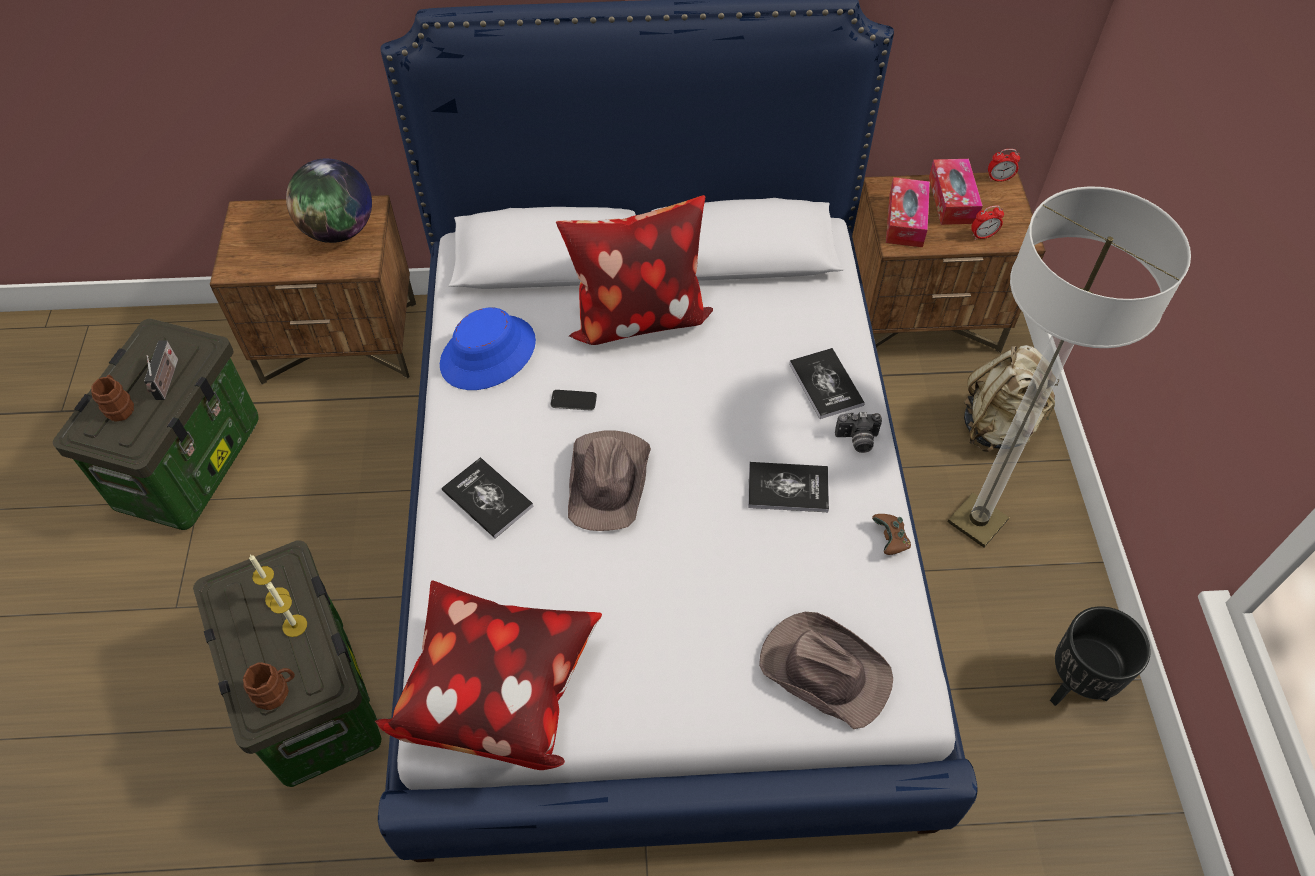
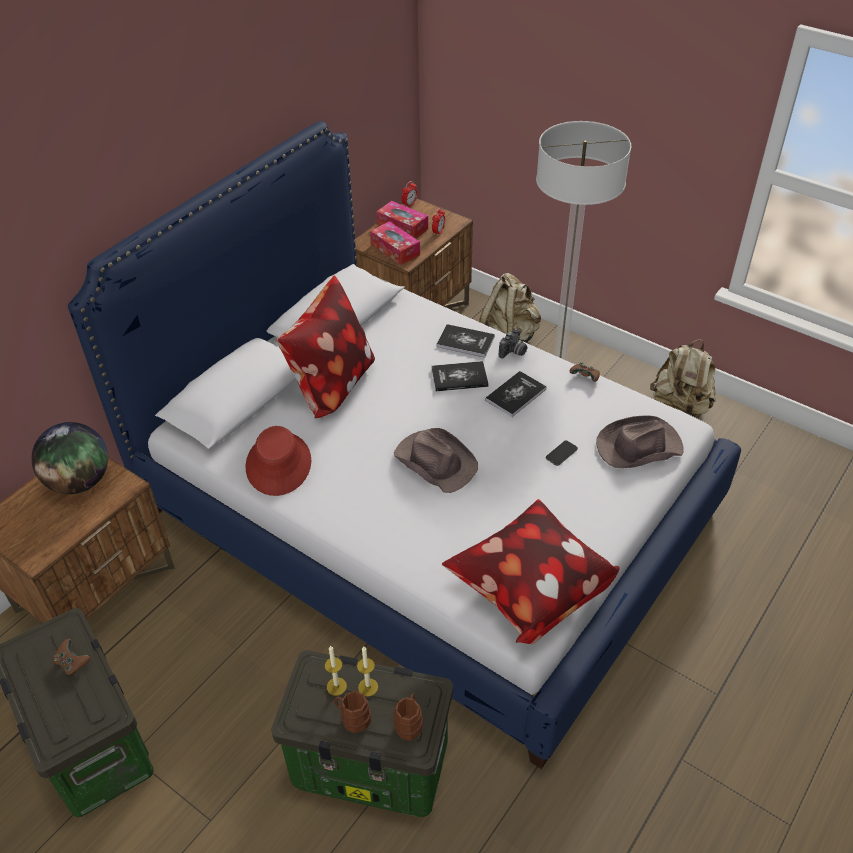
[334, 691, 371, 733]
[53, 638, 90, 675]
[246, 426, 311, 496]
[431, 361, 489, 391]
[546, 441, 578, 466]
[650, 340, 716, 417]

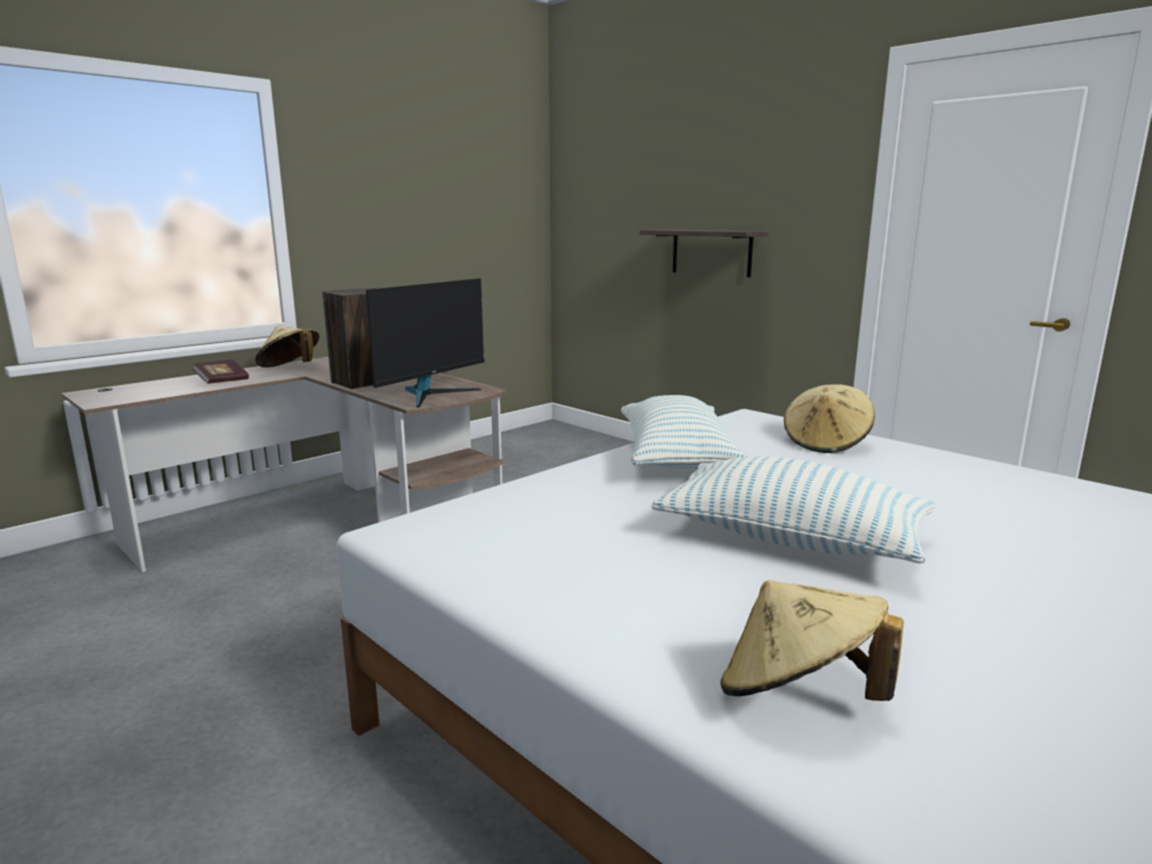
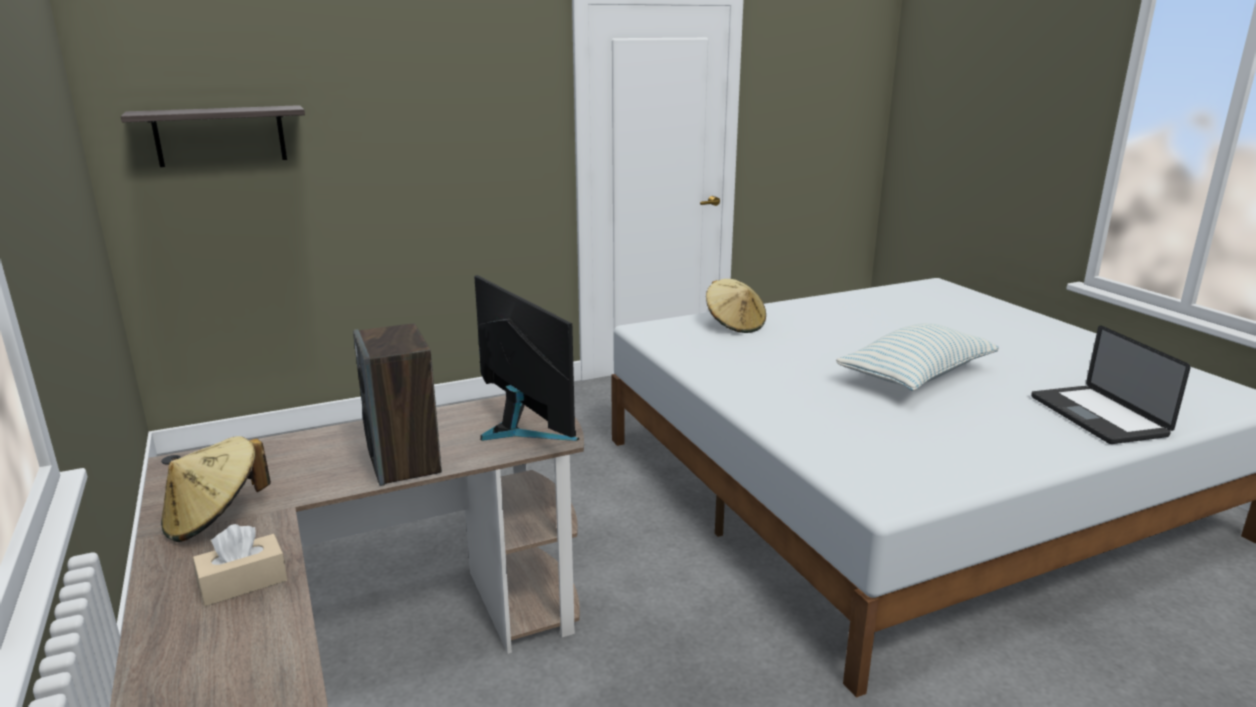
[193, 524, 287, 606]
[621, 395, 748, 469] (first image)
[121, 105, 305, 167]
[1031, 325, 1190, 444]

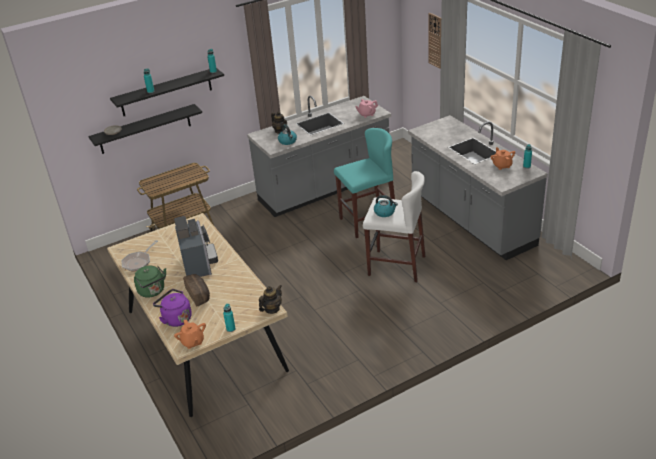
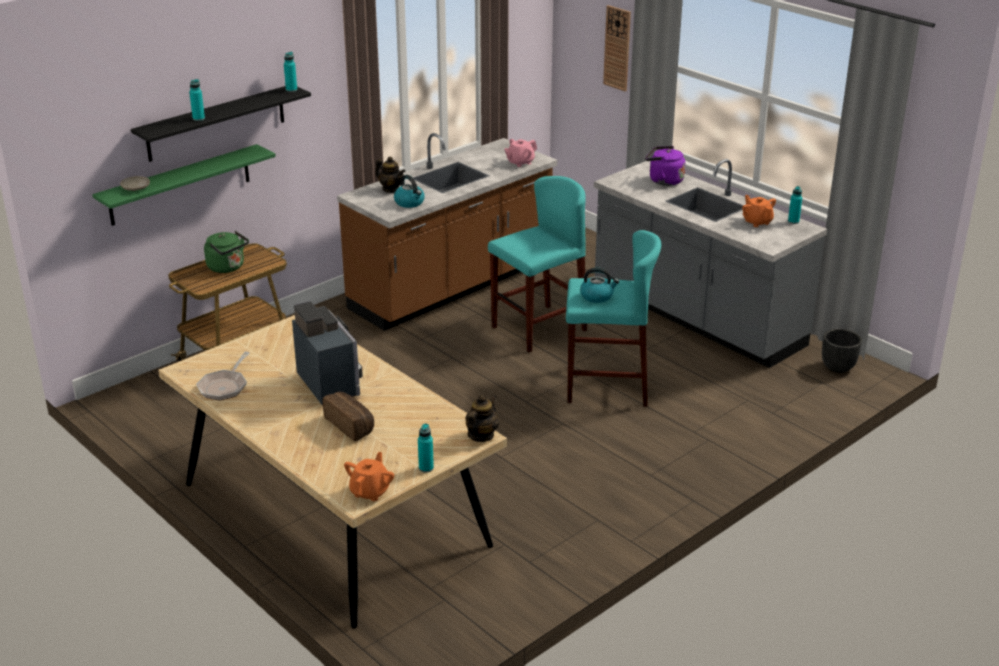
[92, 144, 276, 226]
[204, 231, 249, 273]
[645, 146, 685, 186]
[344, 452, 394, 501]
[337, 133, 557, 331]
[566, 230, 661, 407]
[822, 329, 862, 373]

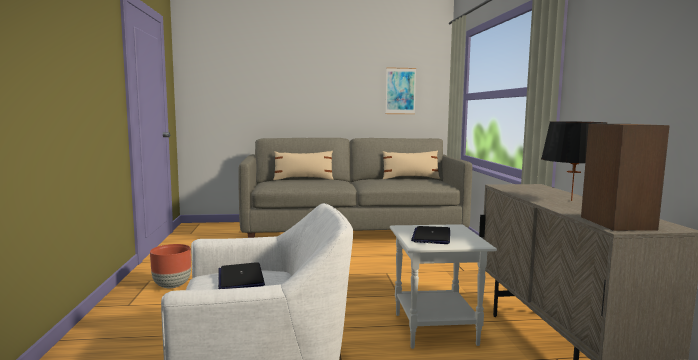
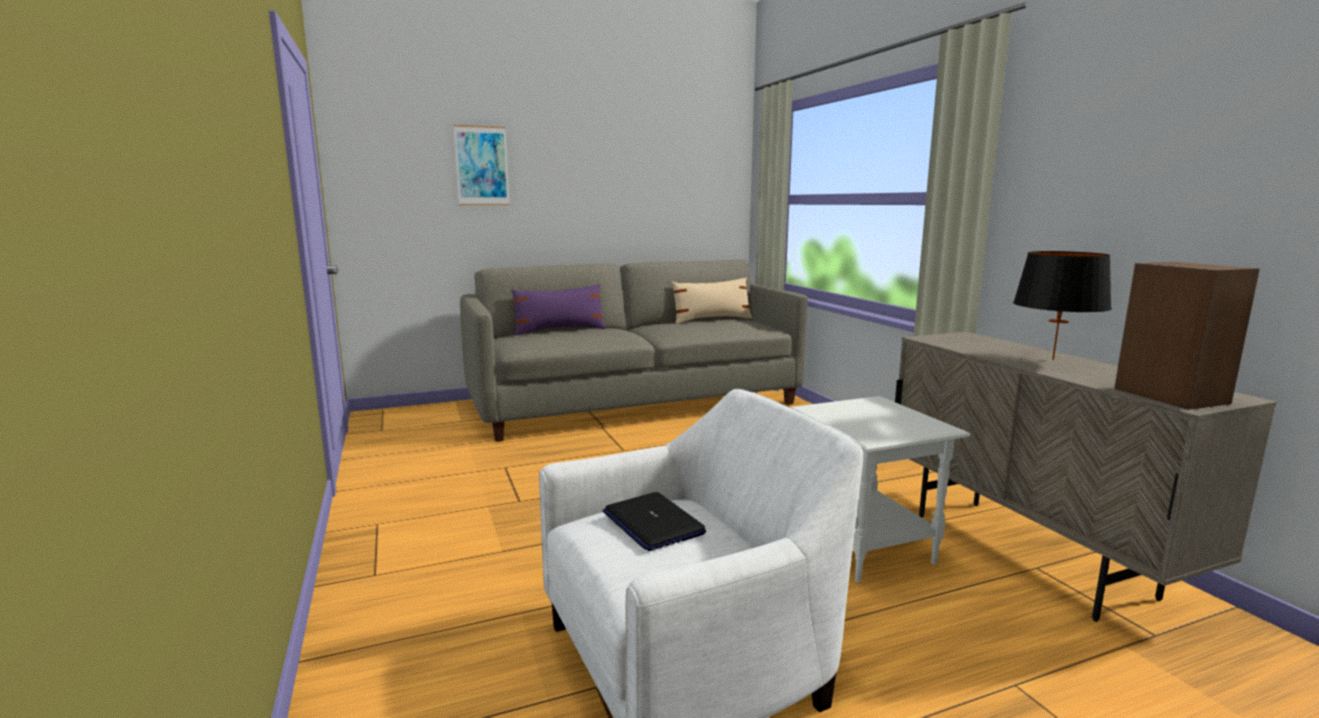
[150, 244, 191, 288] (first image)
[511, 284, 606, 335]
[453, 125, 510, 205]
[411, 226, 450, 244] (first image)

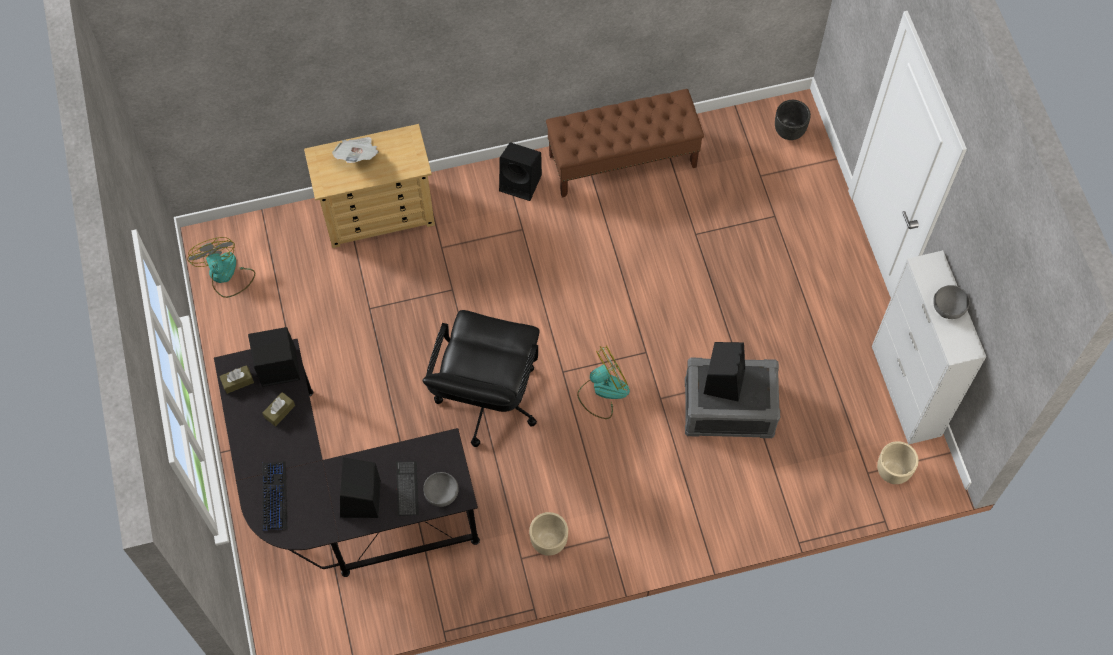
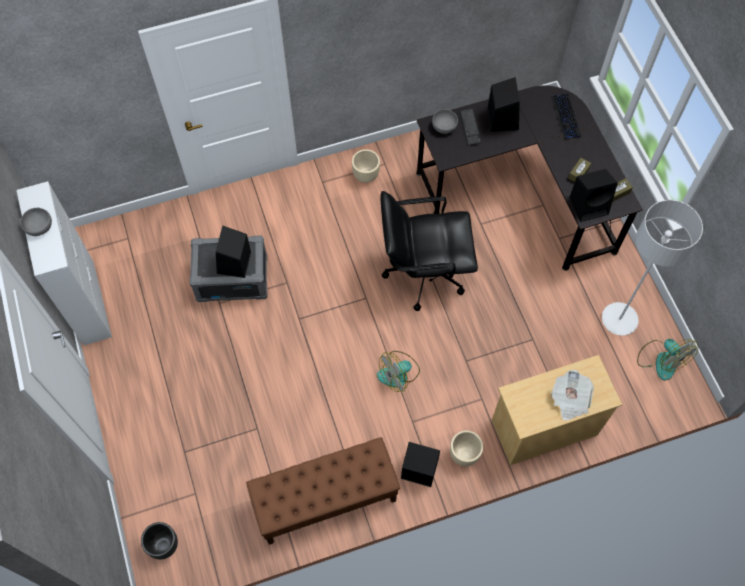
[380, 191, 478, 311]
[377, 351, 420, 392]
[450, 430, 483, 467]
[602, 200, 703, 336]

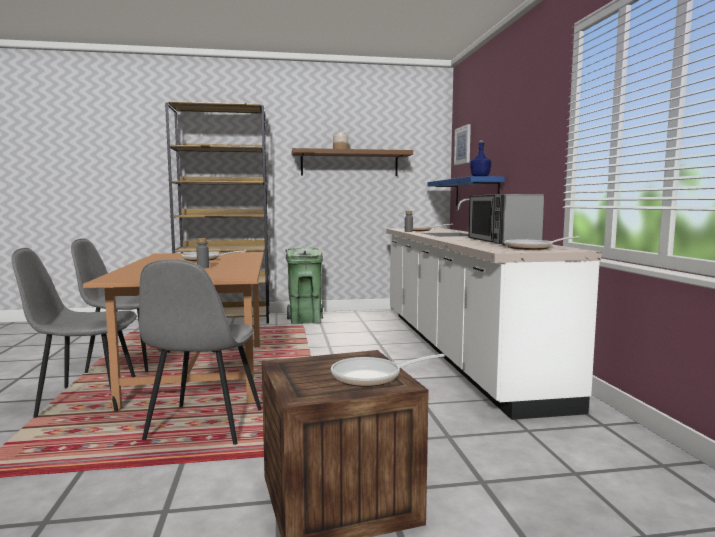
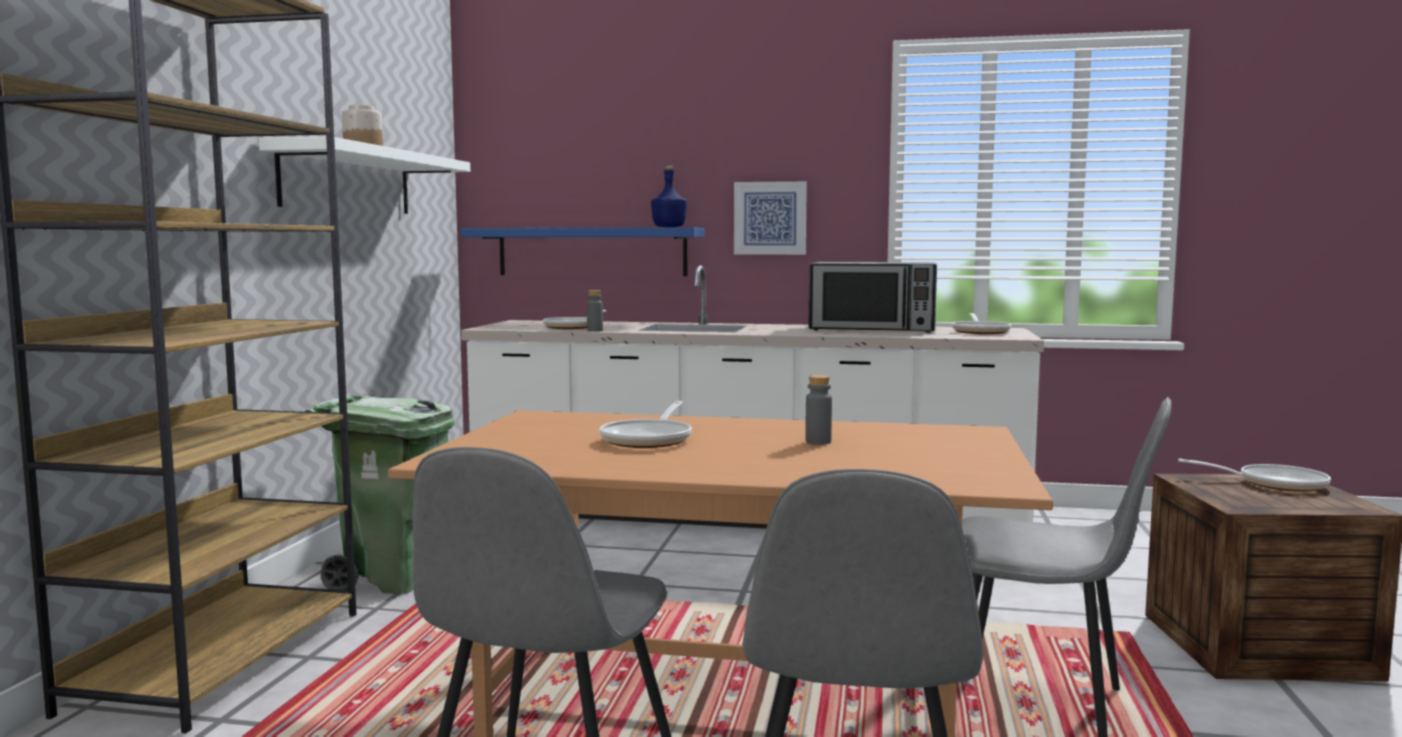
[259, 137, 470, 214]
[1178, 459, 1331, 492]
[734, 181, 807, 255]

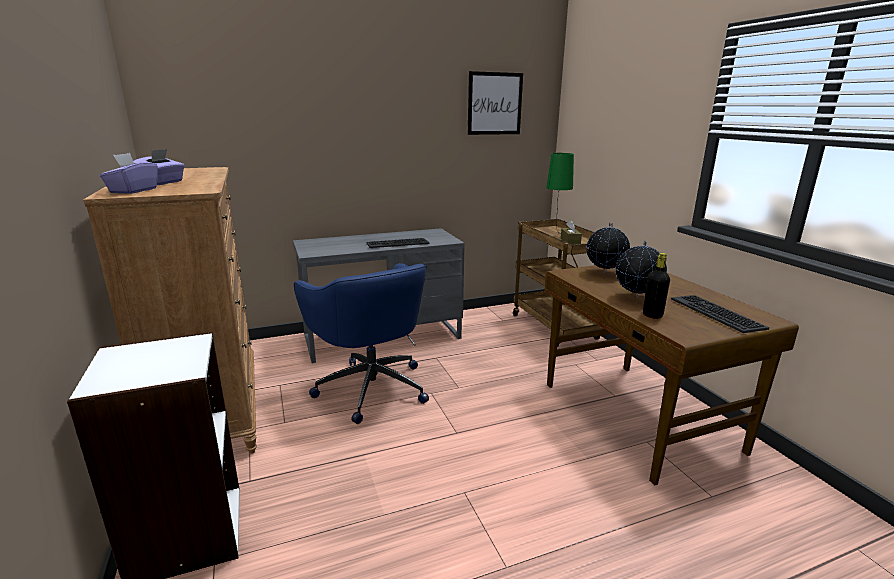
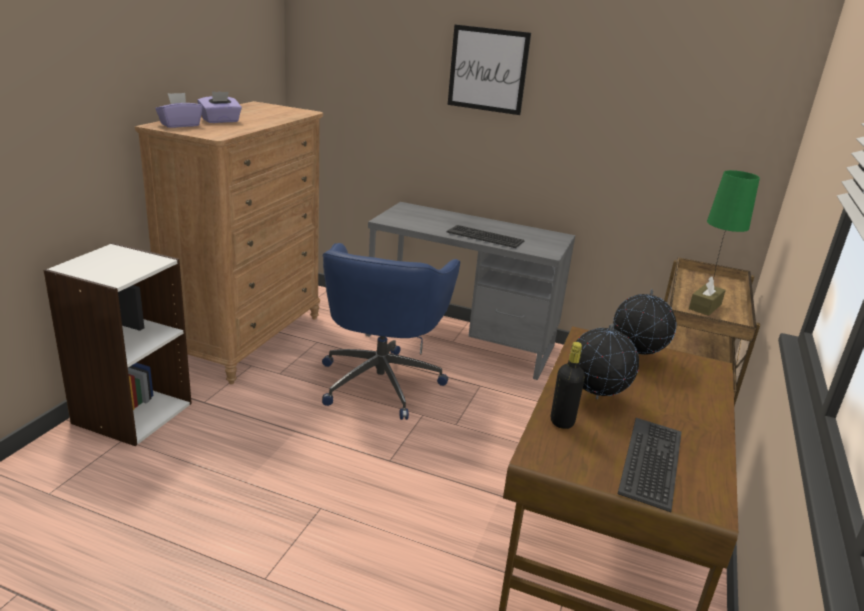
[448, 24, 531, 115]

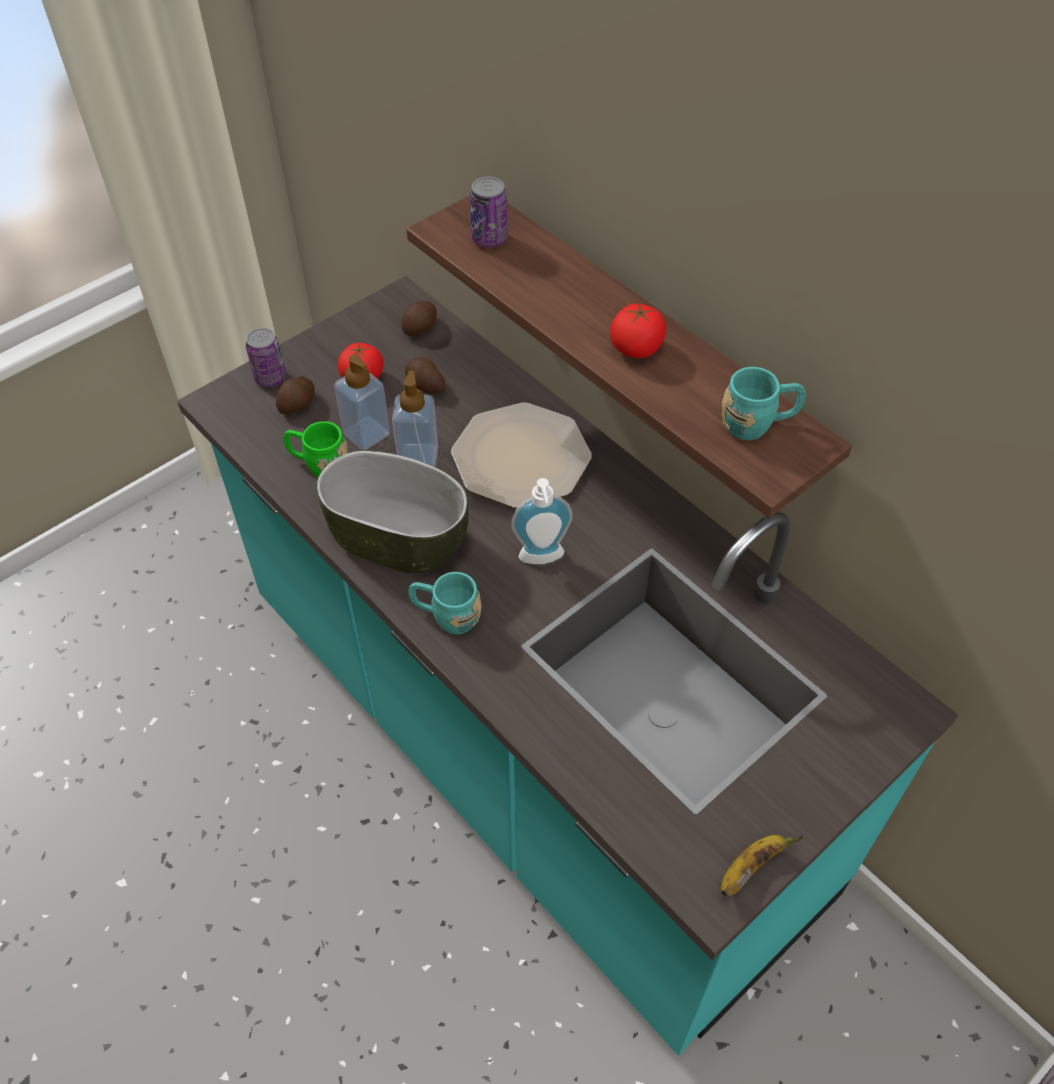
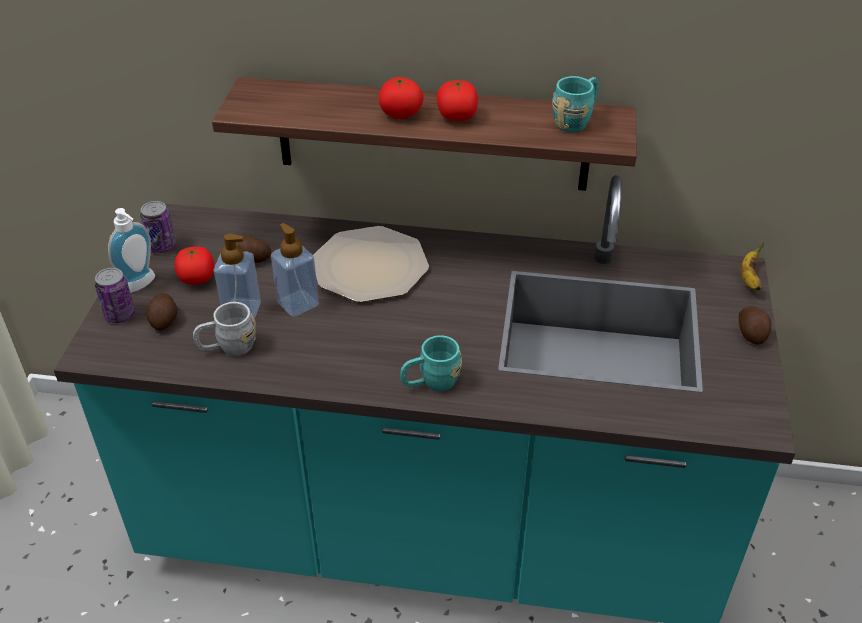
[193, 302, 256, 356]
[317, 451, 469, 573] (first image)
[739, 306, 772, 345]
[140, 201, 176, 253]
[108, 208, 155, 293]
[741, 242, 764, 291]
[379, 77, 424, 119]

